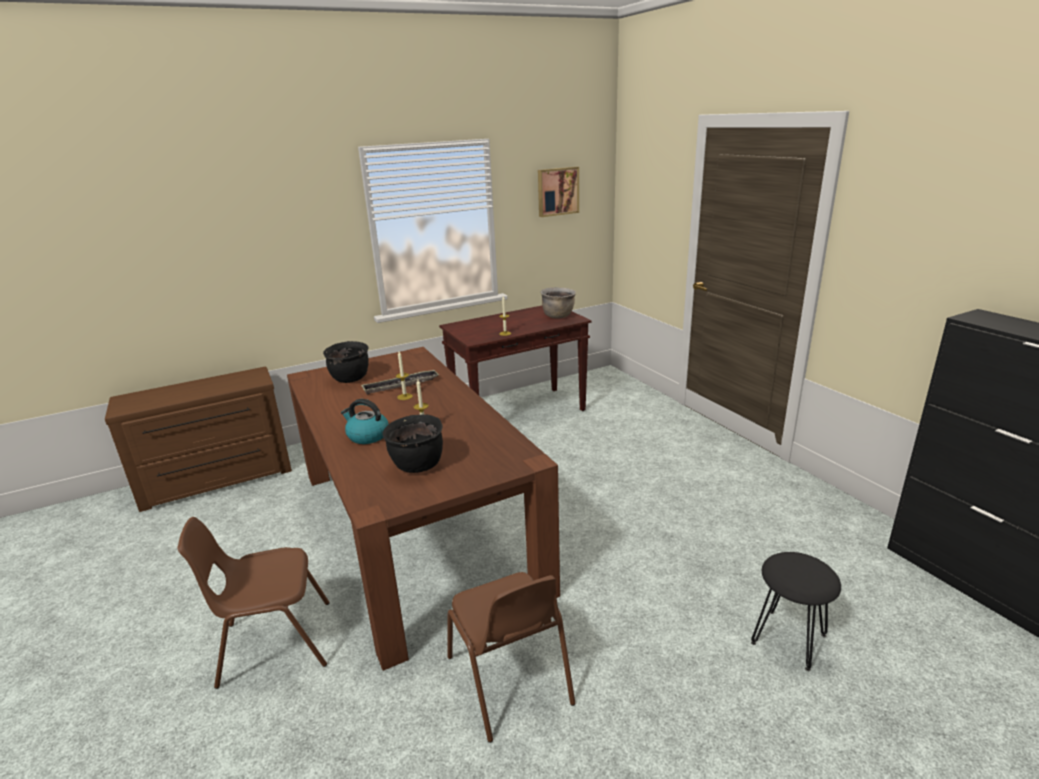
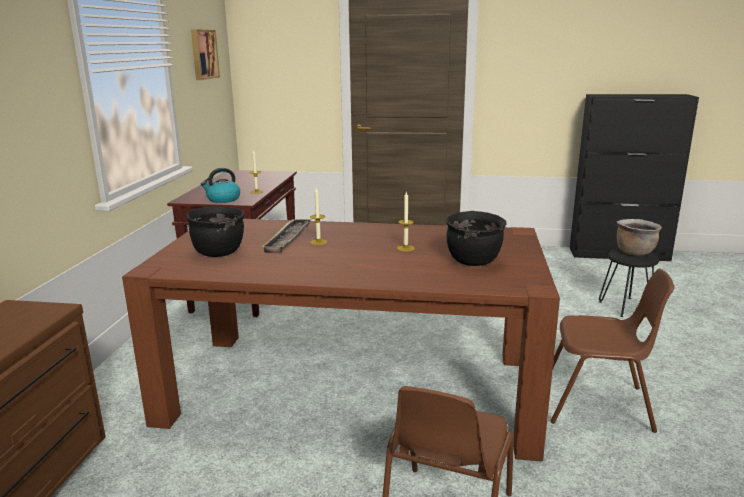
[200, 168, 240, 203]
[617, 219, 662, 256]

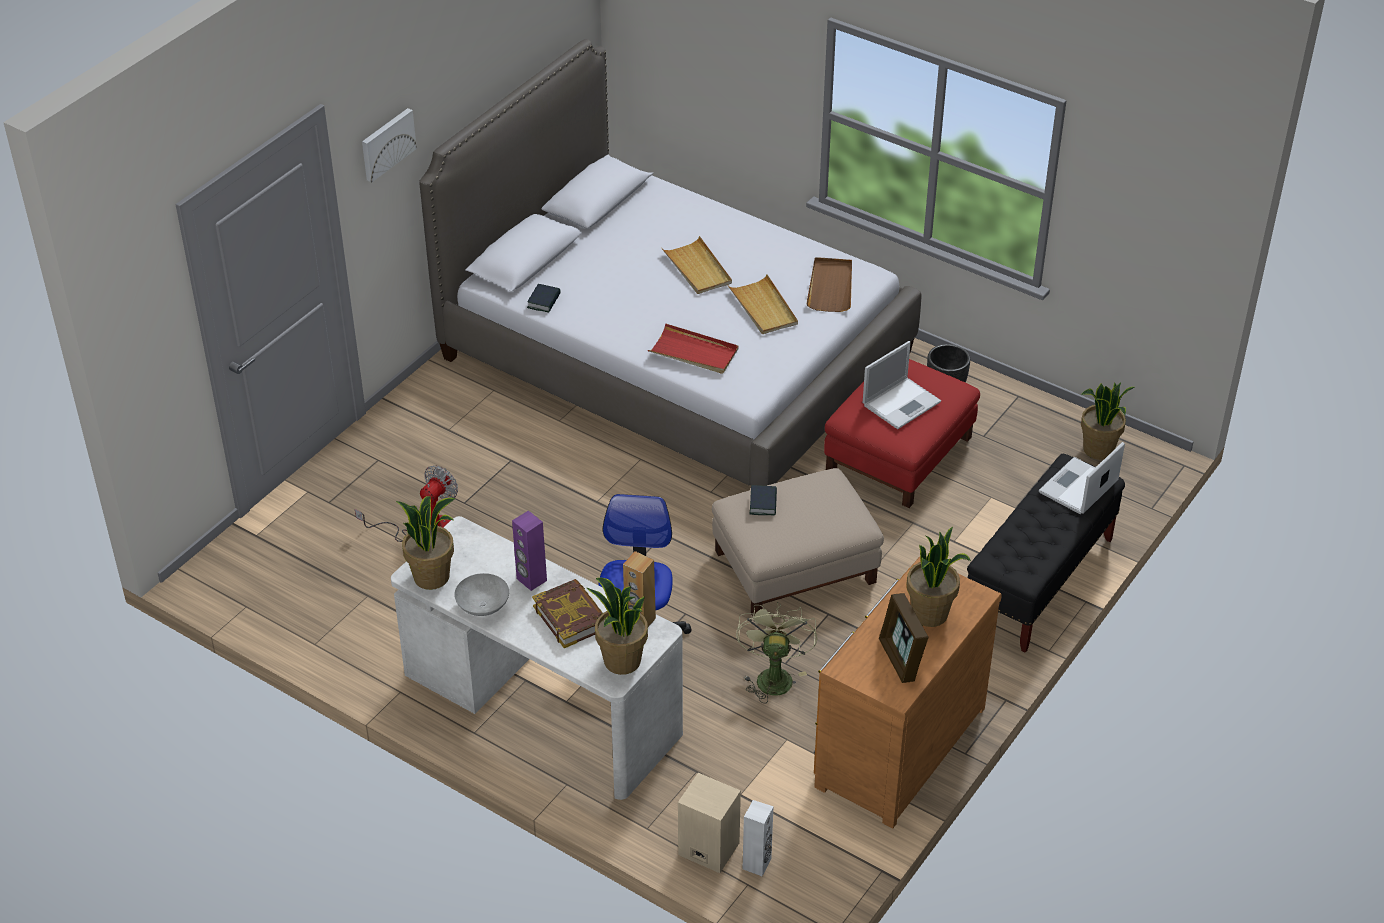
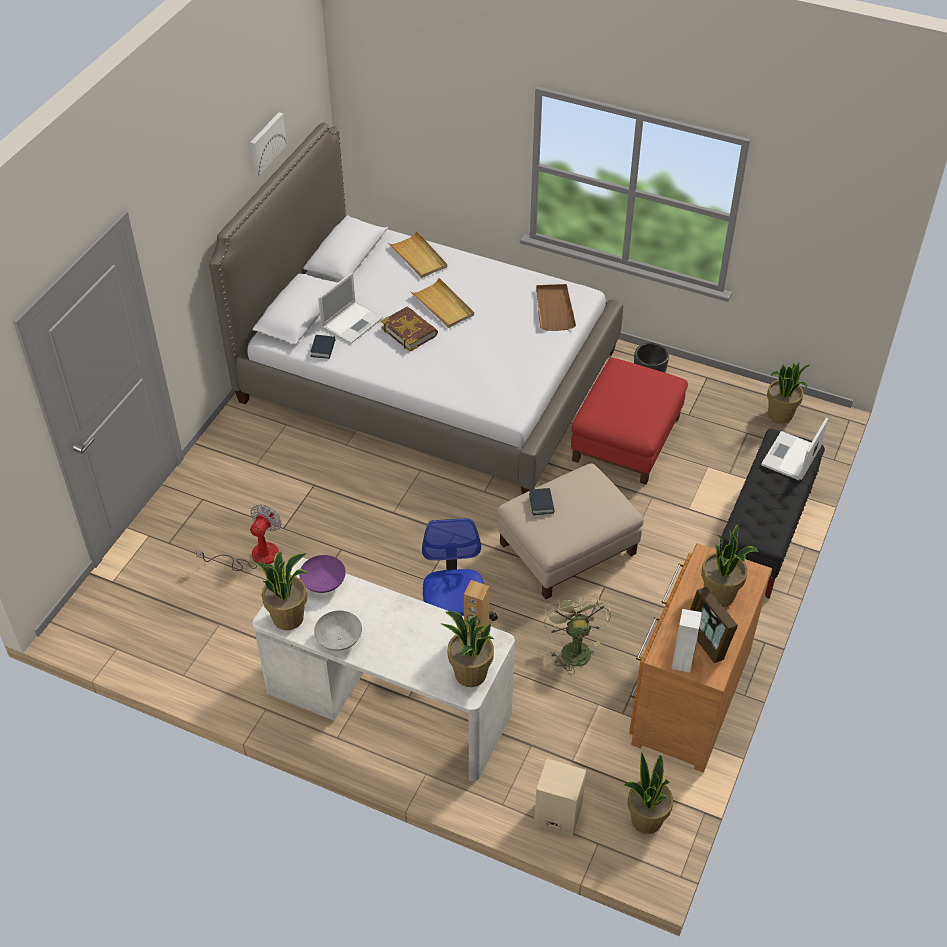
[250, 112, 287, 175]
[512, 510, 547, 591] (first image)
[381, 306, 438, 352]
[648, 323, 739, 374] (first image)
[388, 231, 447, 278]
[671, 609, 702, 673]
[318, 273, 383, 344]
[299, 555, 346, 593]
[624, 753, 673, 834]

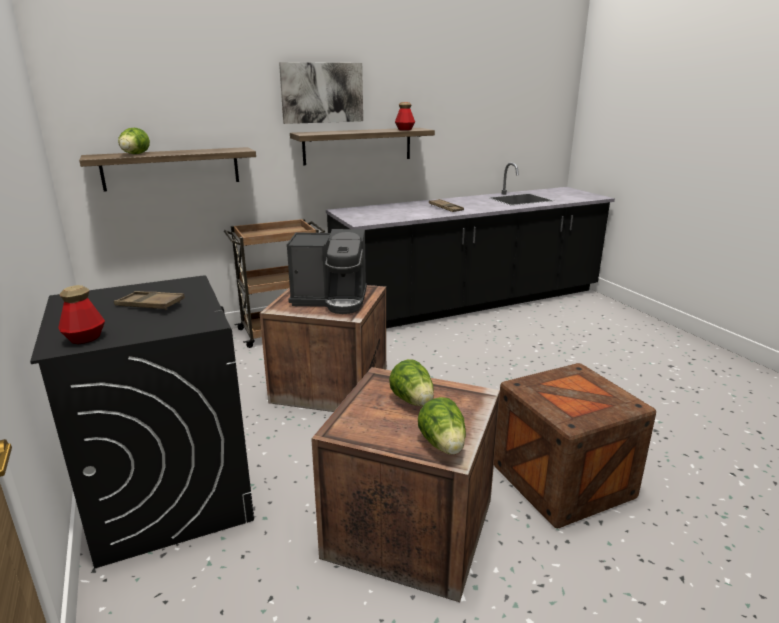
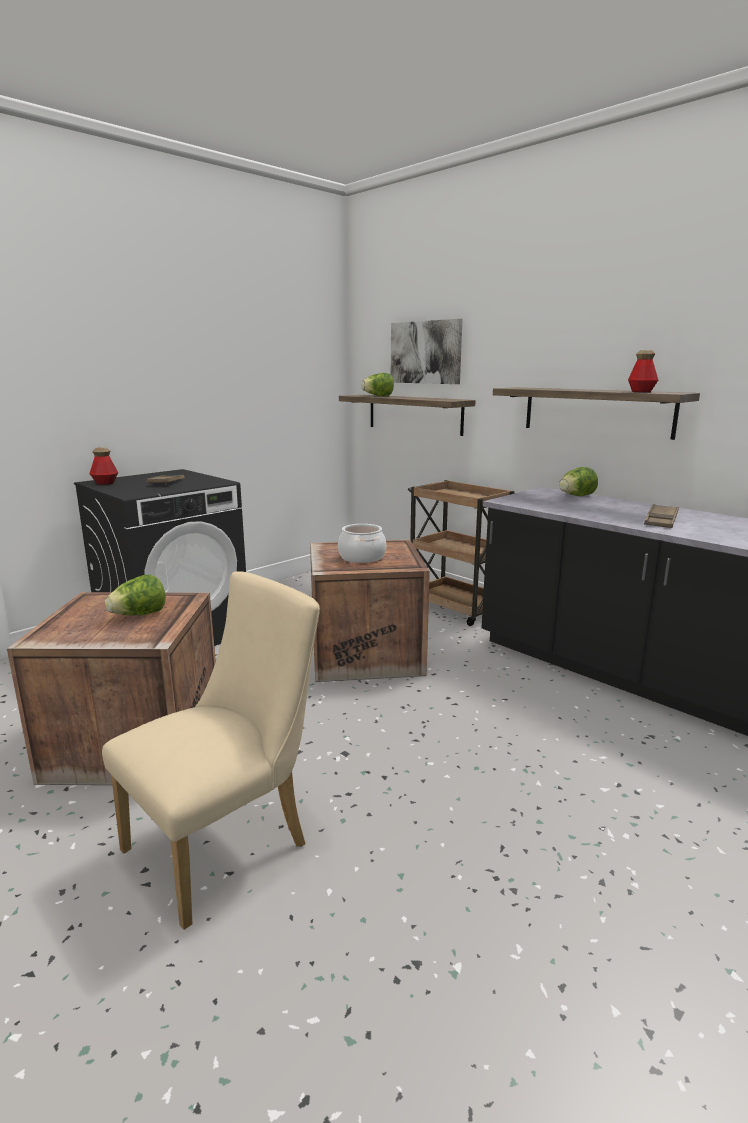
[391, 319, 463, 384]
[338, 524, 386, 563]
[559, 467, 598, 496]
[102, 571, 320, 930]

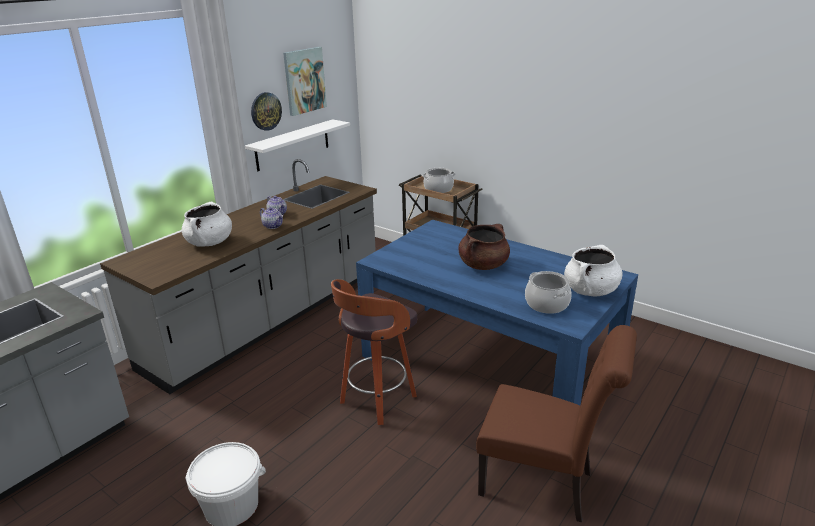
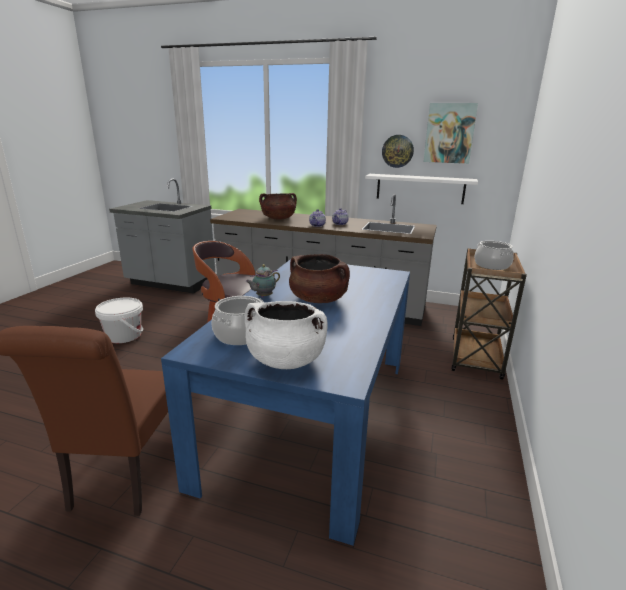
[259, 193, 297, 220]
[246, 264, 280, 297]

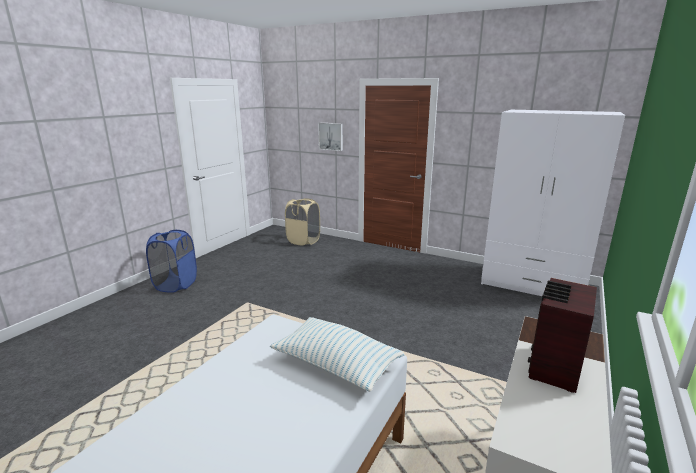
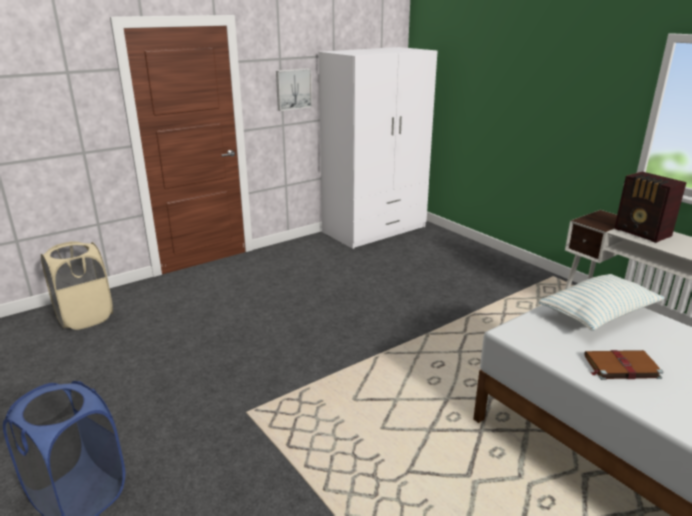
[276, 68, 312, 111]
[584, 350, 664, 380]

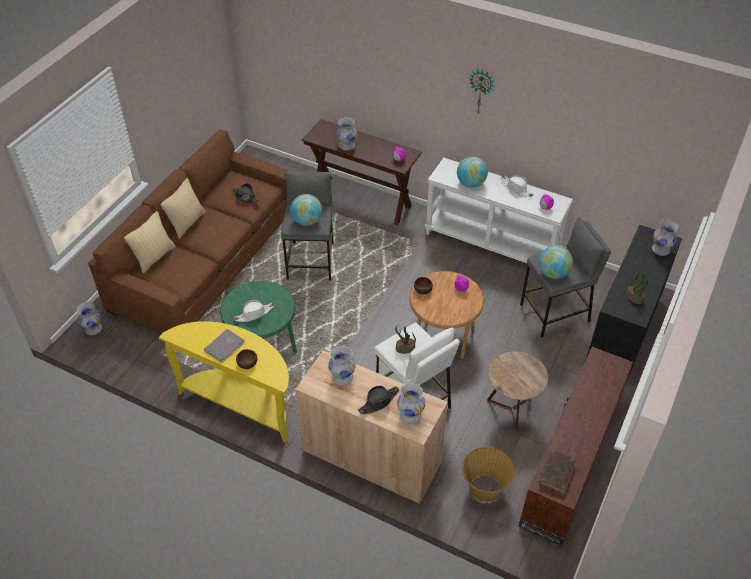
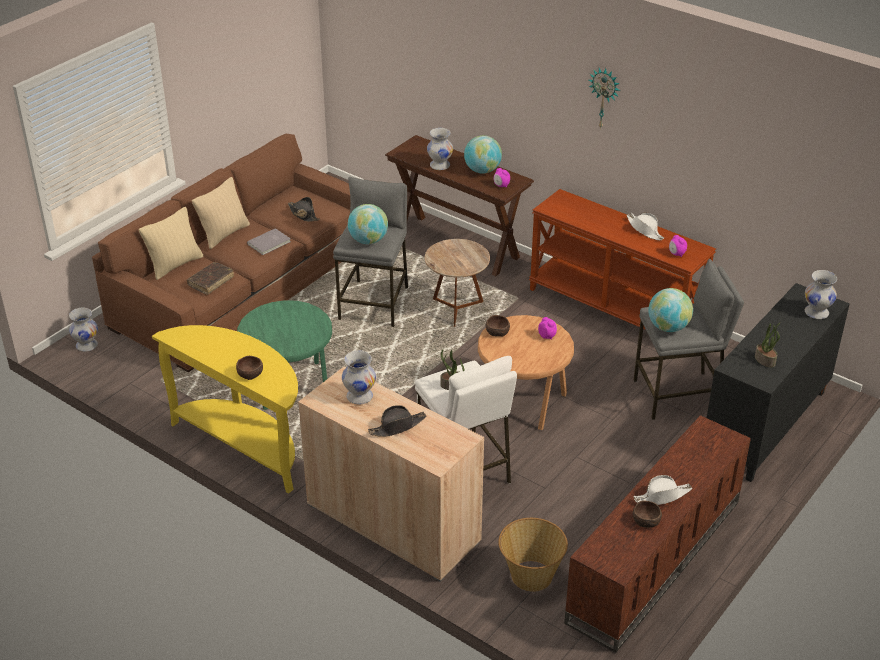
[247, 228, 291, 255]
[634, 475, 692, 505]
[397, 383, 425, 424] (first image)
[529, 189, 716, 330]
[464, 135, 502, 174]
[425, 239, 490, 327]
[187, 262, 234, 295]
[633, 500, 662, 528]

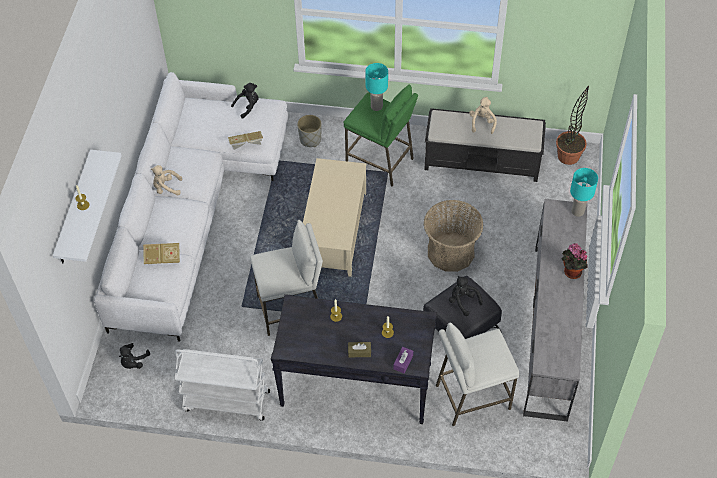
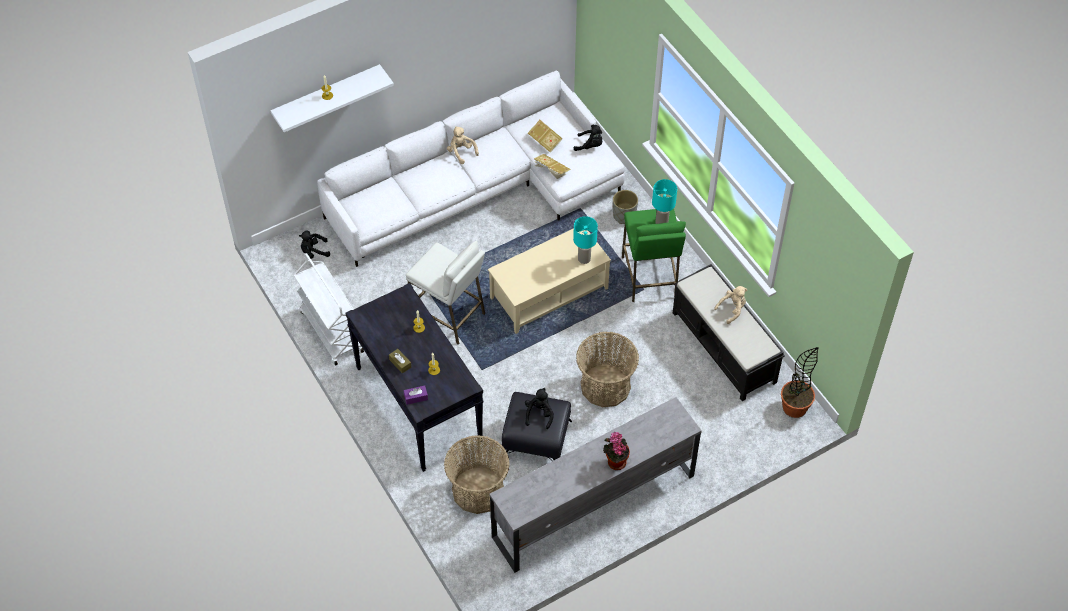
[528, 120, 562, 153]
[444, 435, 510, 514]
[573, 216, 598, 264]

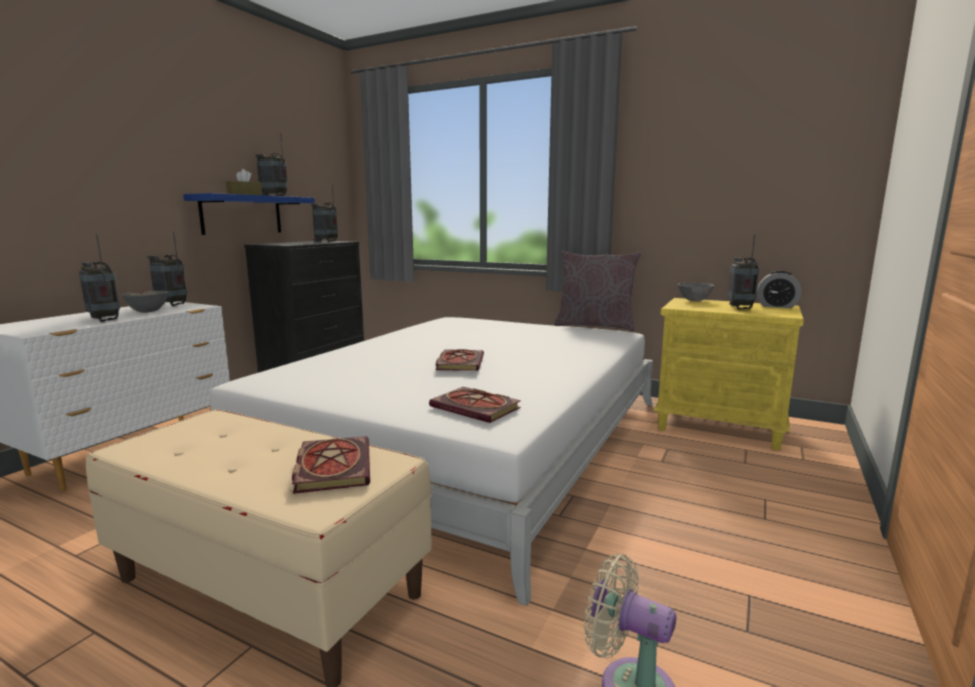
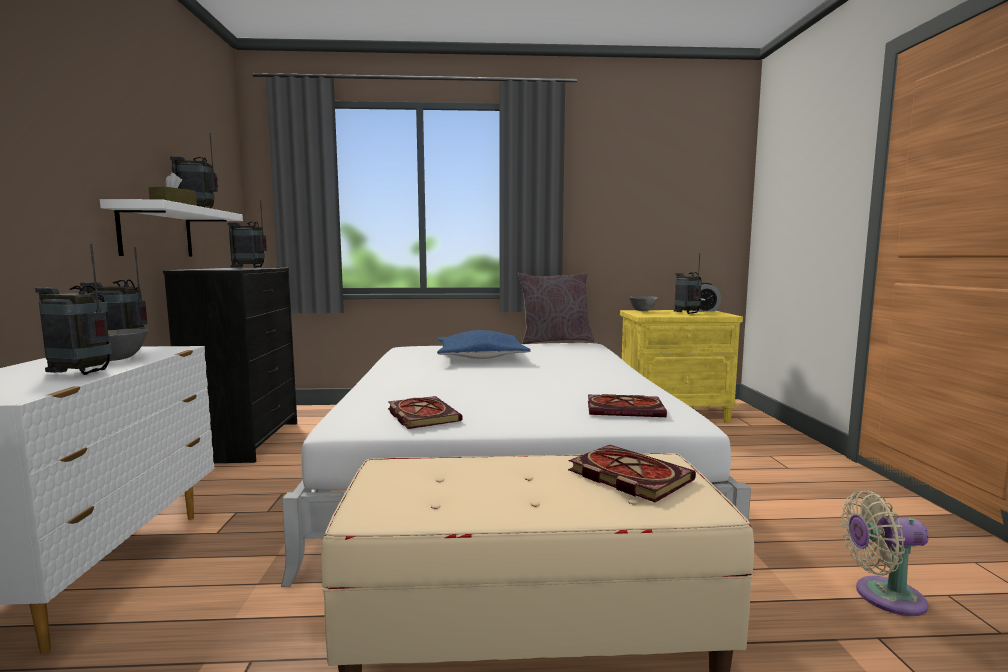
[100, 199, 243, 256]
[388, 396, 463, 429]
[436, 330, 530, 359]

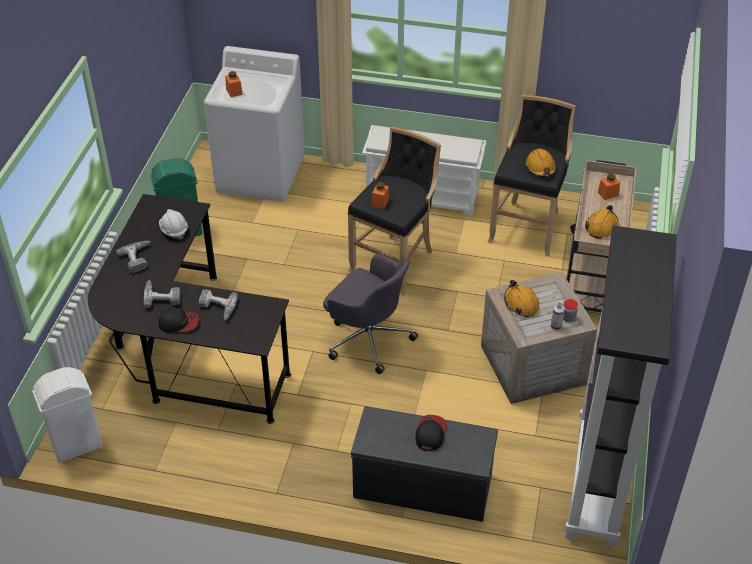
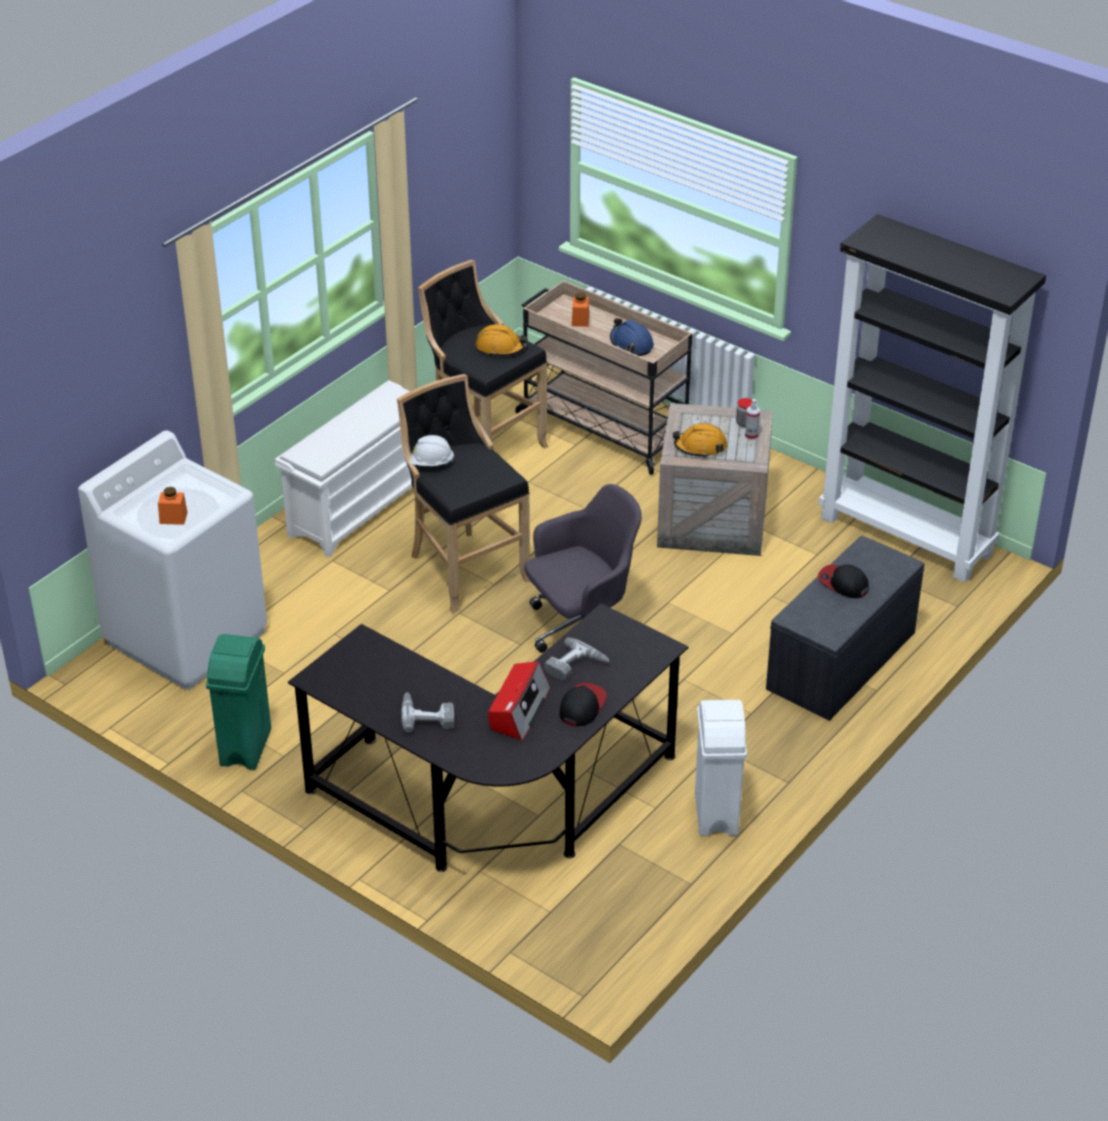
[695, 700, 747, 836]
[488, 661, 550, 741]
[409, 435, 454, 466]
[371, 182, 389, 209] (first image)
[610, 318, 654, 356]

